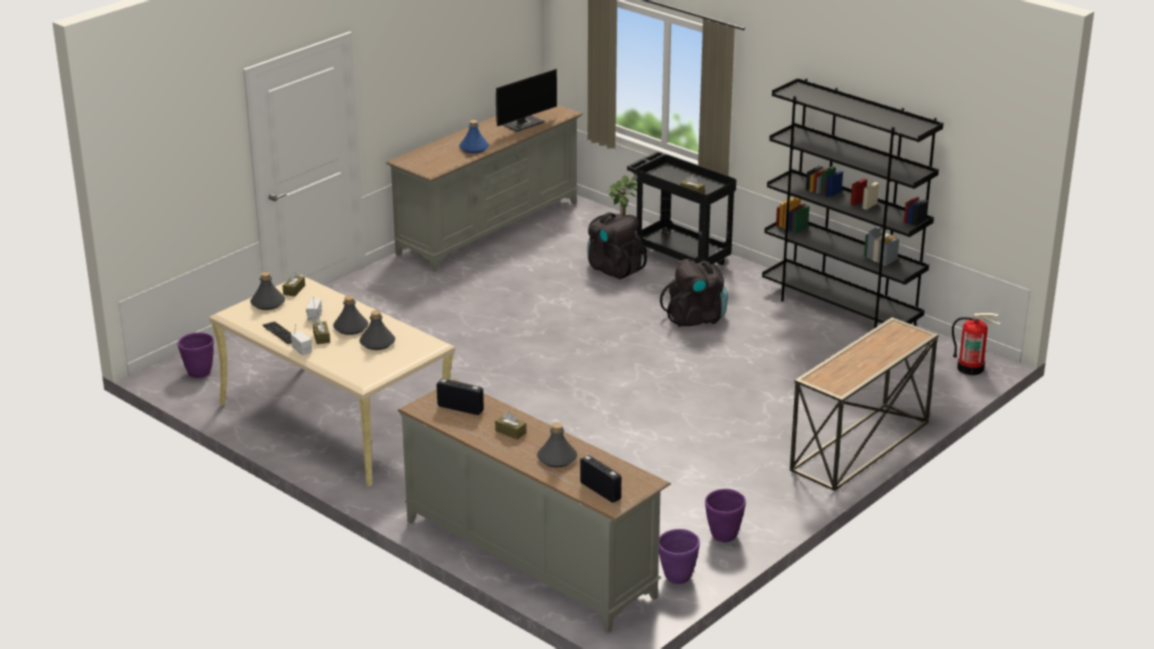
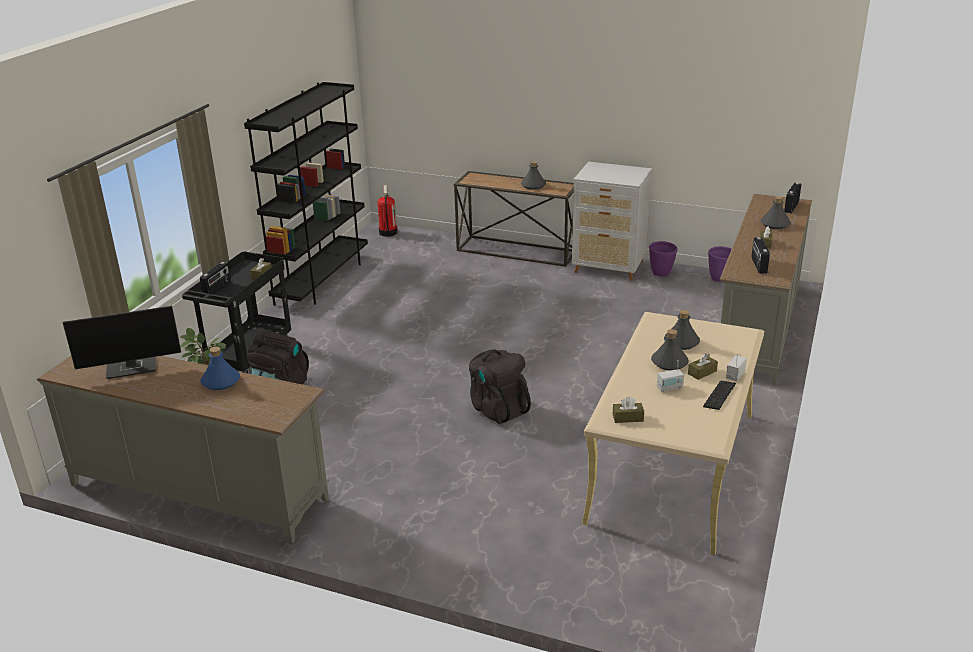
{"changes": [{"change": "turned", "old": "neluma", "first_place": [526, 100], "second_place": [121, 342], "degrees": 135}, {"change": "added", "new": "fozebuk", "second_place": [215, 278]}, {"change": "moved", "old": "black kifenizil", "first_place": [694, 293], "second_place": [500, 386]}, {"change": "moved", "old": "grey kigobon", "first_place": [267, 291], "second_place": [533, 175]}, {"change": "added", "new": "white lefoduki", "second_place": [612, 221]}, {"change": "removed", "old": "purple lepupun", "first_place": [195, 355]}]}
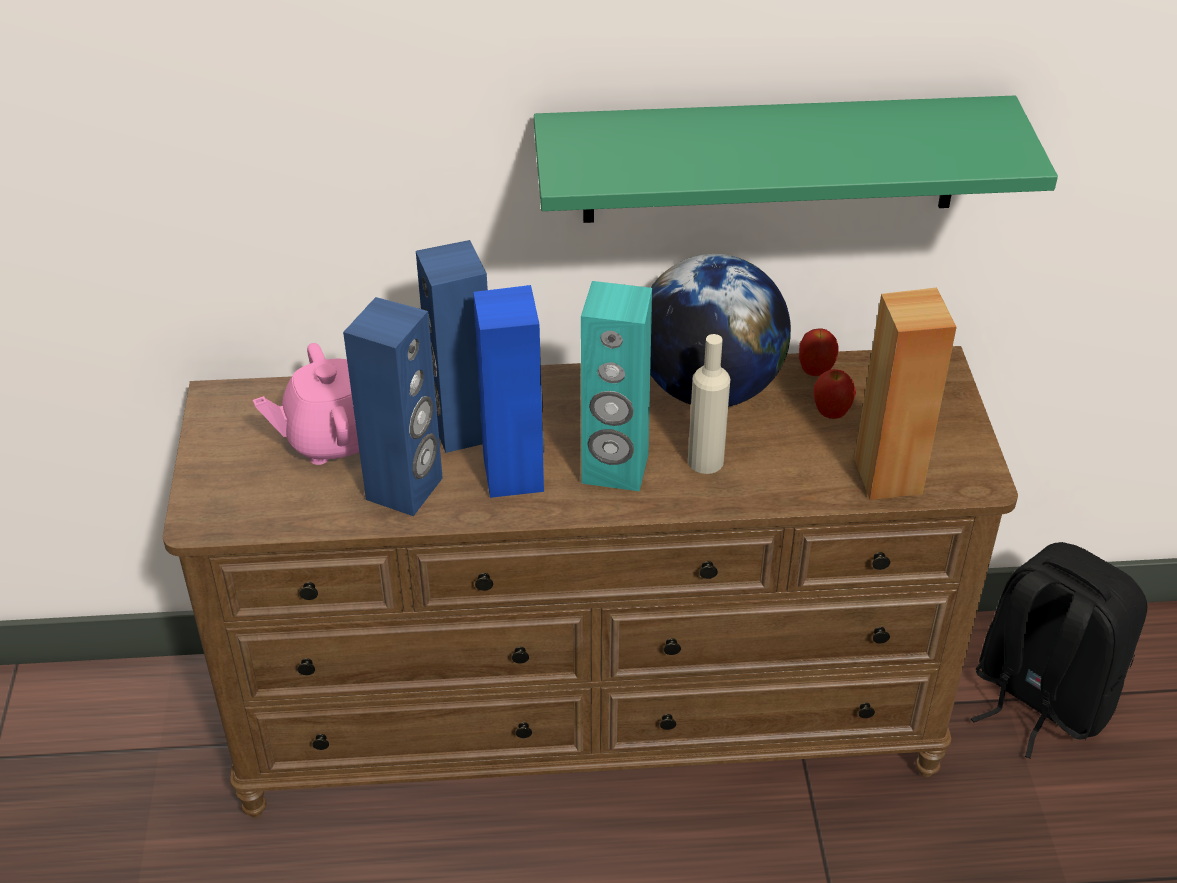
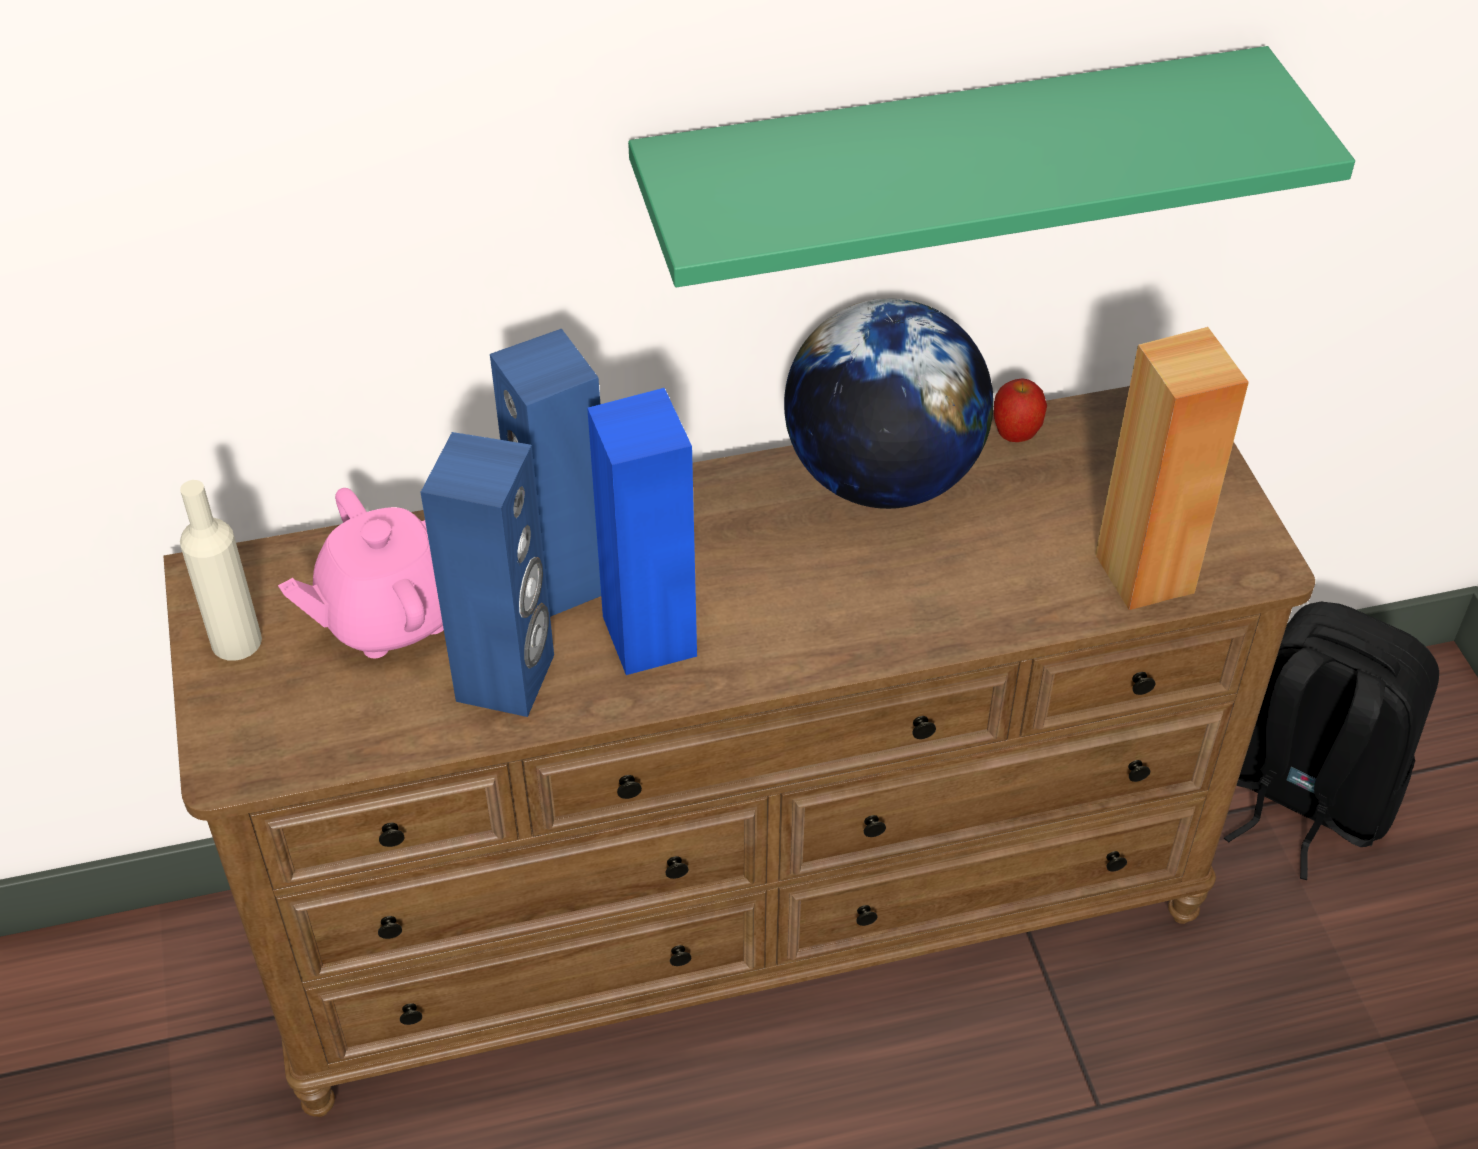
{"changes": [{"change": "moved", "old": "beige kigobon", "first_place": [709, 404], "second_place": [221, 570]}, {"change": "removed", "old": "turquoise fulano", "first_place": [616, 386]}, {"change": "removed", "old": "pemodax", "first_place": [835, 394]}]}
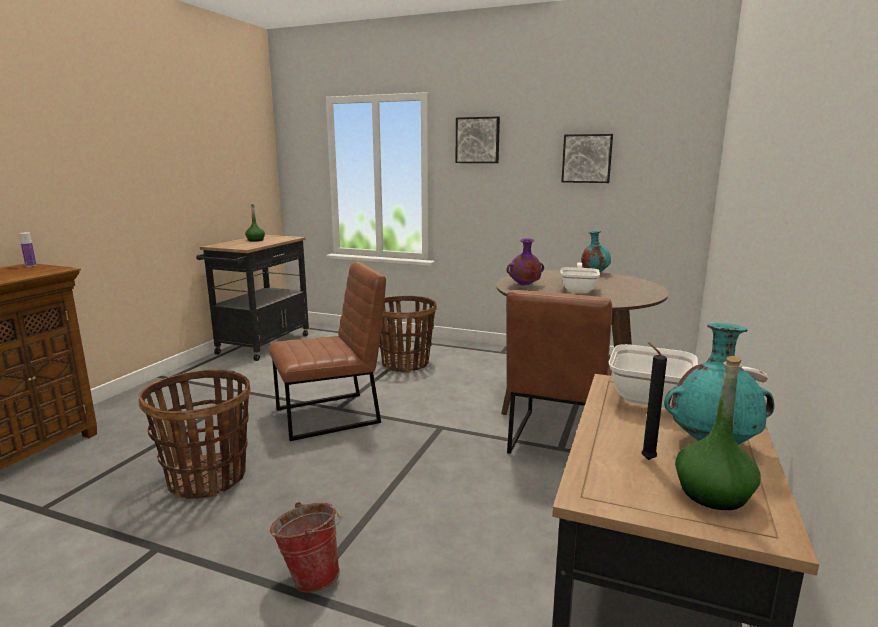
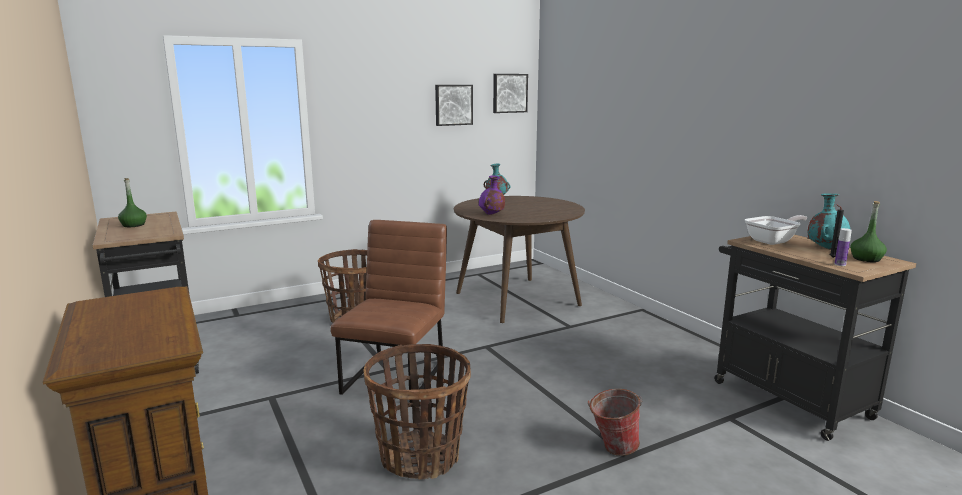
{"changes": [{"change": "moved", "old": "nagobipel", "first_place": [478, 140], "second_place": [510, 93]}, {"change": "moved", "old": "kigobon", "first_place": [27, 249], "second_place": [843, 247]}, {"change": "removed", "old": "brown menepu", "first_place": [559, 372]}, {"change": "removed", "old": "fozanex", "first_place": [580, 277]}]}
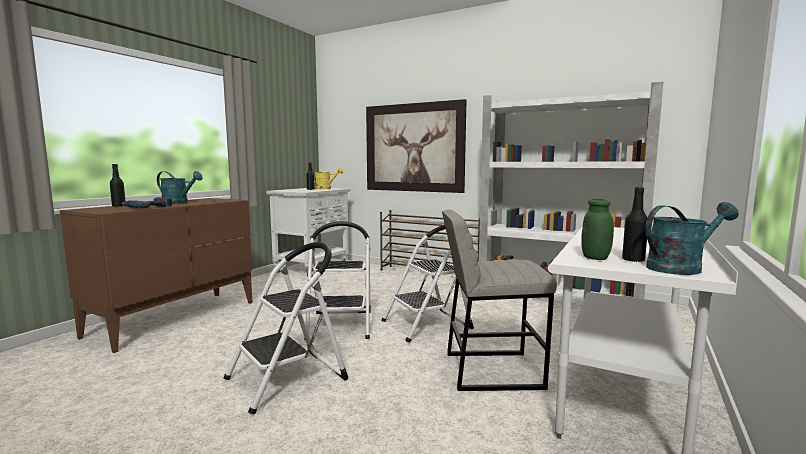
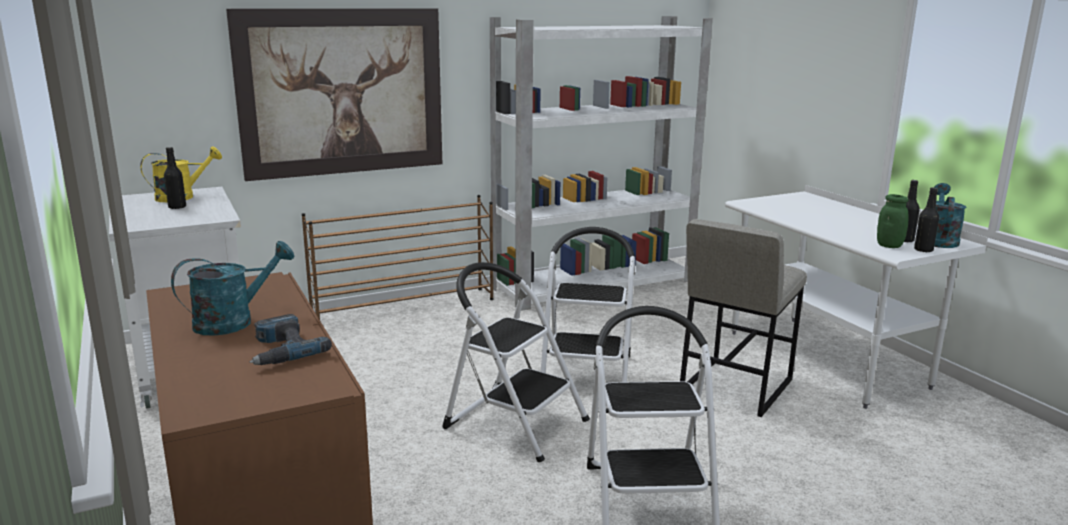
{"changes": [{"change": "moved", "old": "black kigobon", "first_place": [117, 185], "second_place": [926, 220]}]}
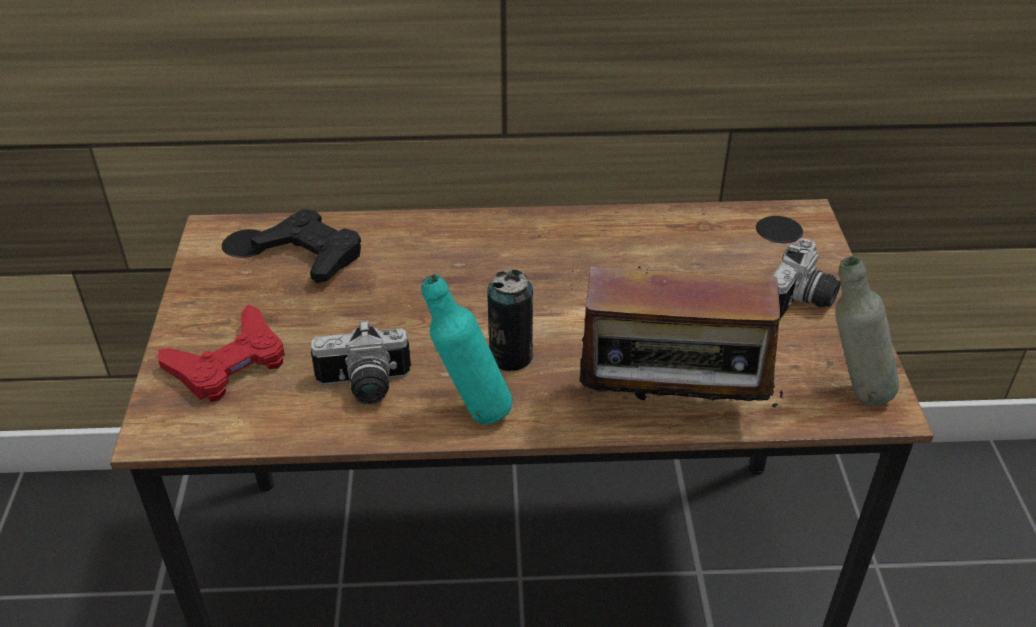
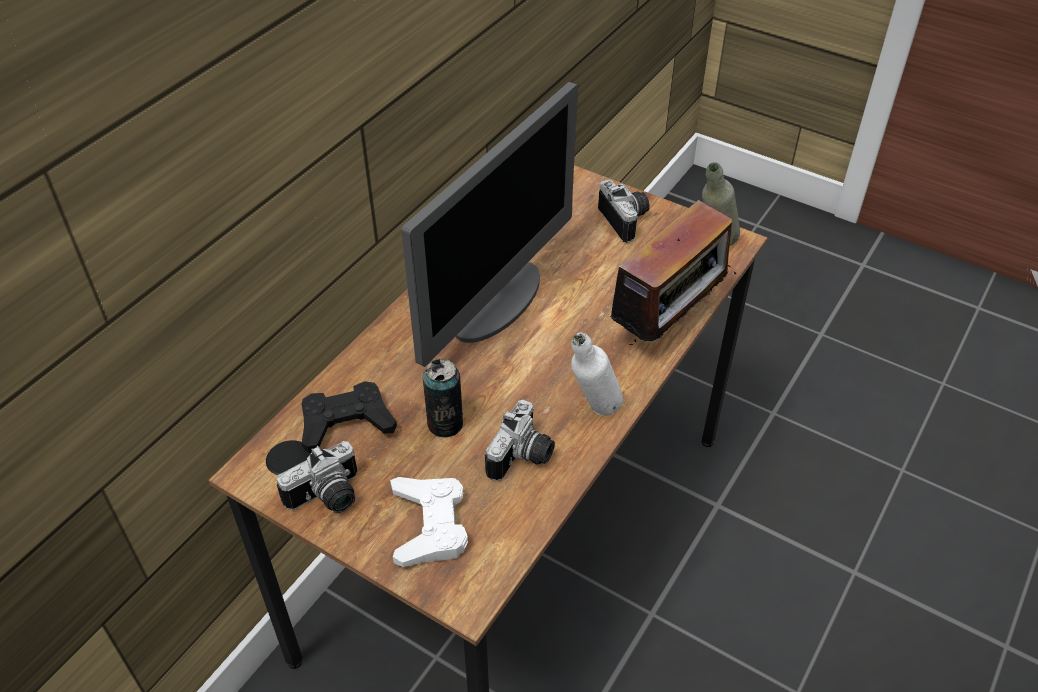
{"changes": [{"change": "added", "new": "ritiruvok", "second_place": [317, 477]}, {"change": "recoloured", "old": "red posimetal", "new": "white posimetal", "first_place": [221, 353], "second_place": [429, 522]}, {"change": "added", "new": "neluma", "second_place": [489, 224]}, {"change": "moved", "old": "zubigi", "first_place": [510, 320], "second_place": [443, 398]}, {"change": "recoloured", "old": "turquoise kigobon", "new": "white kigobon", "first_place": [466, 349], "second_place": [597, 374]}]}
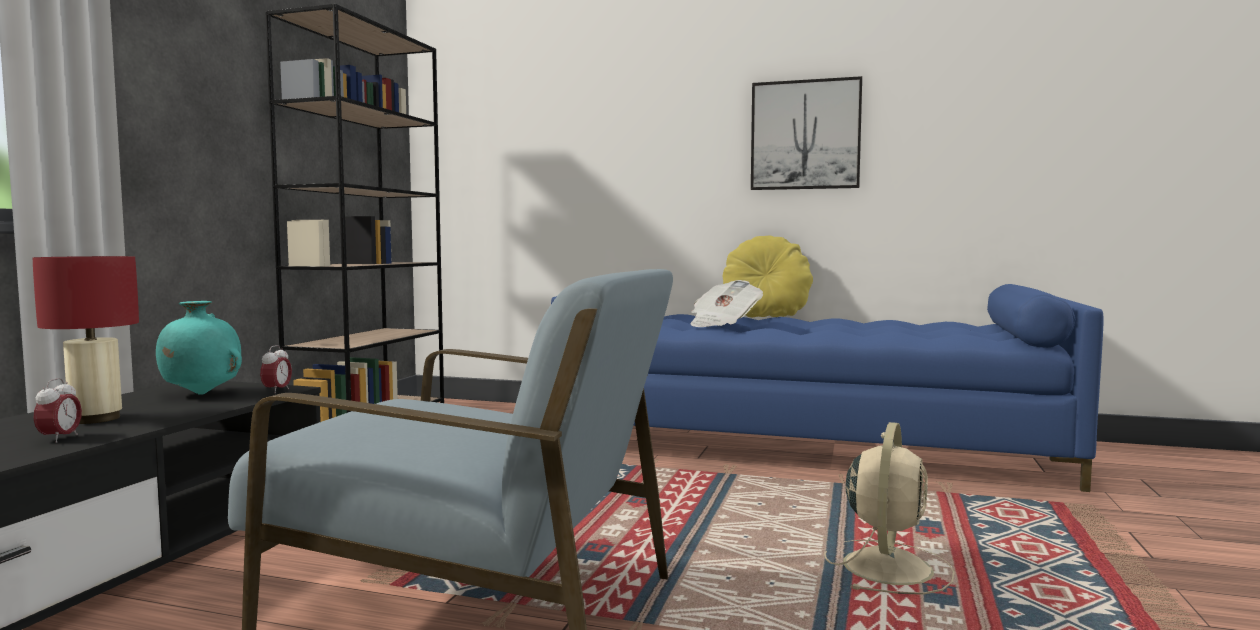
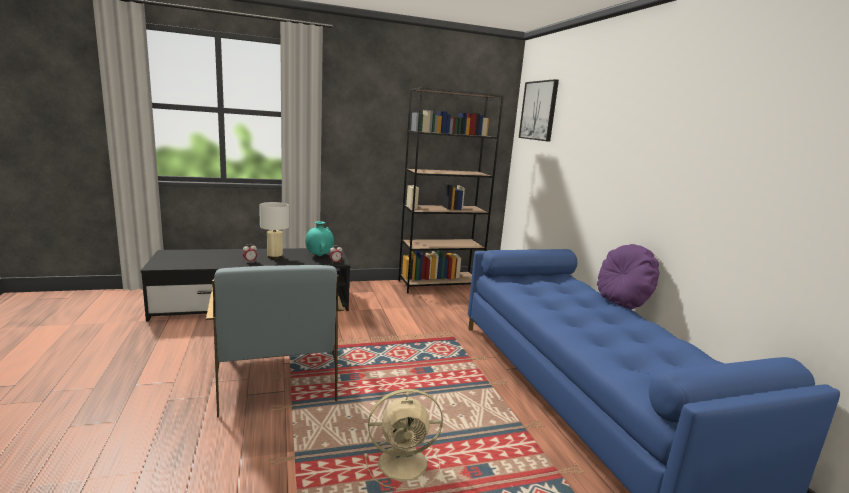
{"changes": [{"change": "recoloured", "old": "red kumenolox", "new": "white kumenolox", "first_place": [86, 340], "second_place": [274, 230]}, {"change": "moved", "old": "nagobipel", "first_place": [806, 133], "second_place": [539, 110]}, {"change": "recoloured", "old": "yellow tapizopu", "new": "purple tapizopu", "first_place": [768, 276], "second_place": [628, 276]}, {"change": "removed", "old": "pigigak", "first_place": [726, 303]}]}
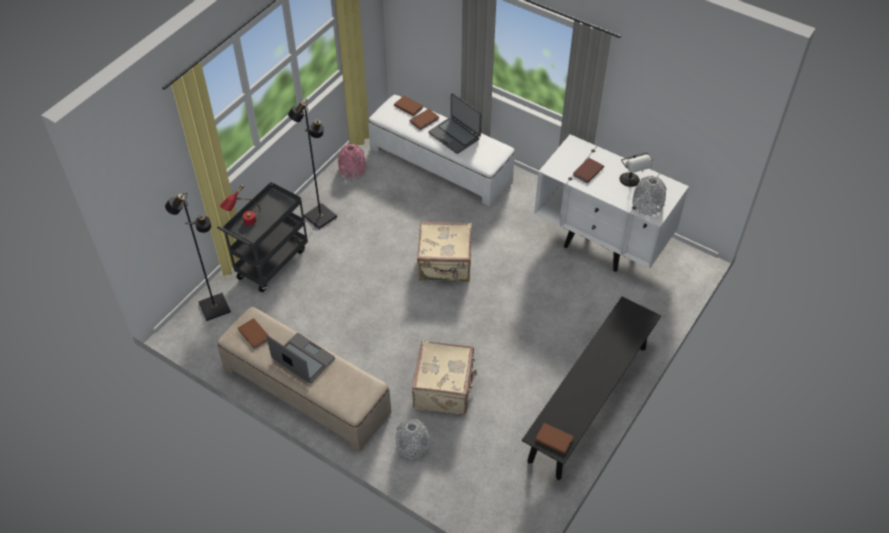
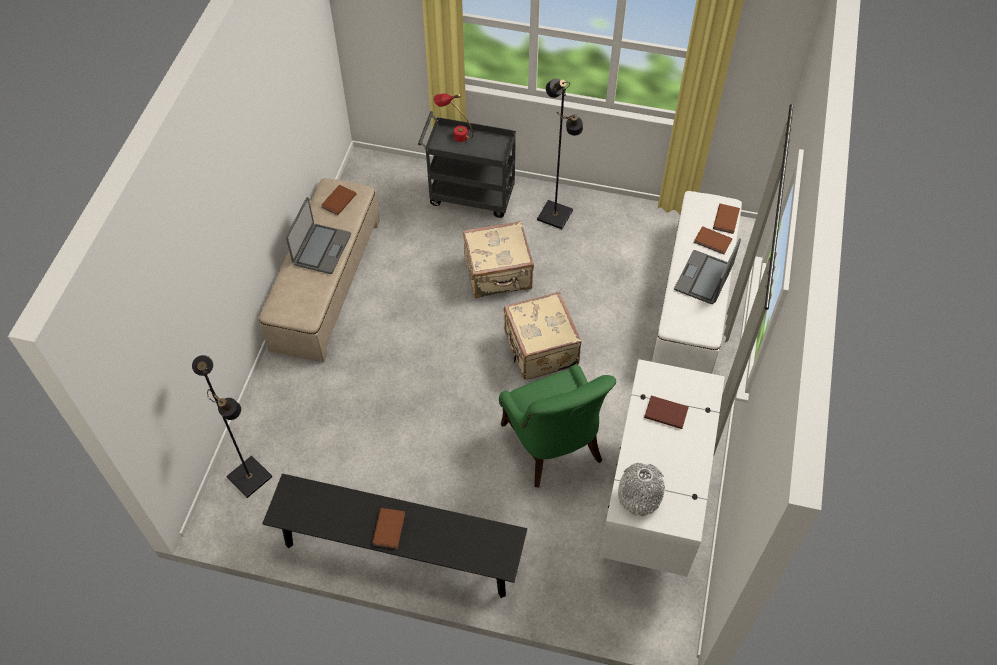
{"changes": [{"change": "moved", "old": "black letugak", "first_place": [198, 257], "second_place": [232, 426]}, {"change": "moved", "old": "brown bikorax", "first_place": [554, 438], "second_place": [388, 528]}, {"change": "moved", "old": "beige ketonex", "first_place": [444, 377], "second_place": [498, 259]}, {"change": "added", "new": "green menepu", "second_place": [557, 426]}, {"change": "removed", "old": "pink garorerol", "first_place": [351, 161]}, {"change": "removed", "old": "grey garorerol", "first_place": [412, 439]}, {"change": "removed", "old": "kumenolox", "first_place": [636, 170]}]}
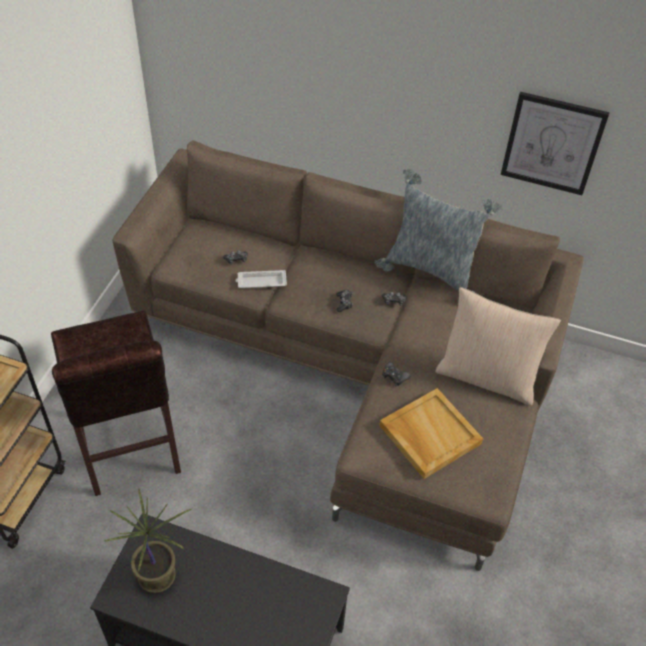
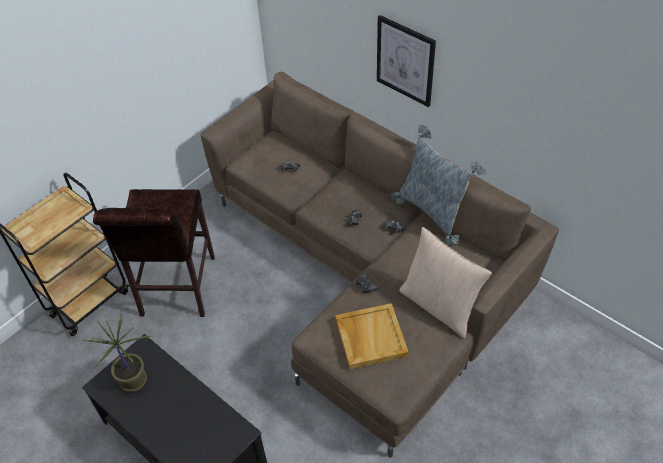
{"changes": [{"change": "moved", "old": "nagobipel", "first_place": [555, 143], "second_place": [406, 61]}, {"change": "removed", "old": "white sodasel", "first_place": [261, 279]}]}
